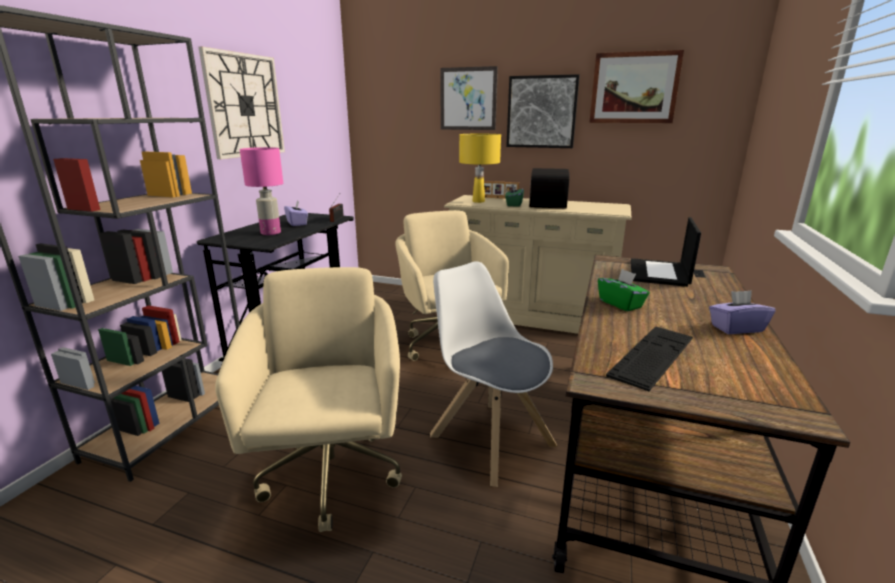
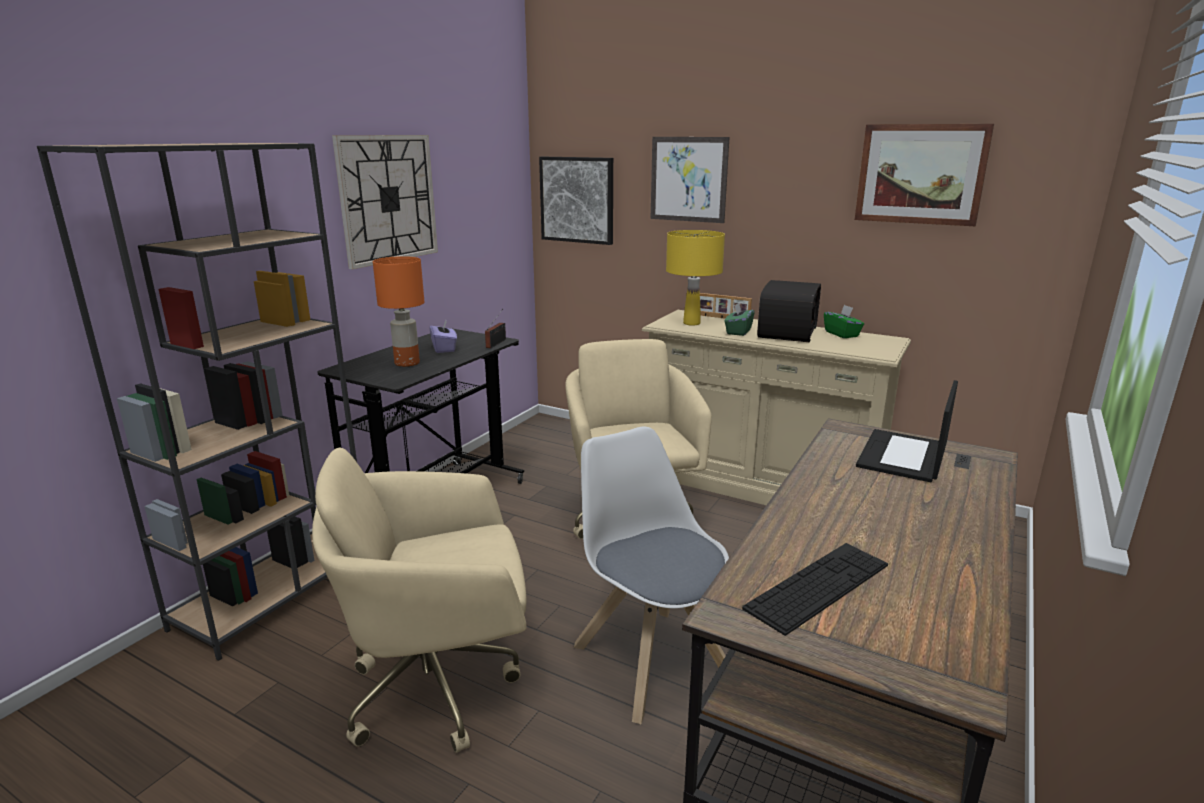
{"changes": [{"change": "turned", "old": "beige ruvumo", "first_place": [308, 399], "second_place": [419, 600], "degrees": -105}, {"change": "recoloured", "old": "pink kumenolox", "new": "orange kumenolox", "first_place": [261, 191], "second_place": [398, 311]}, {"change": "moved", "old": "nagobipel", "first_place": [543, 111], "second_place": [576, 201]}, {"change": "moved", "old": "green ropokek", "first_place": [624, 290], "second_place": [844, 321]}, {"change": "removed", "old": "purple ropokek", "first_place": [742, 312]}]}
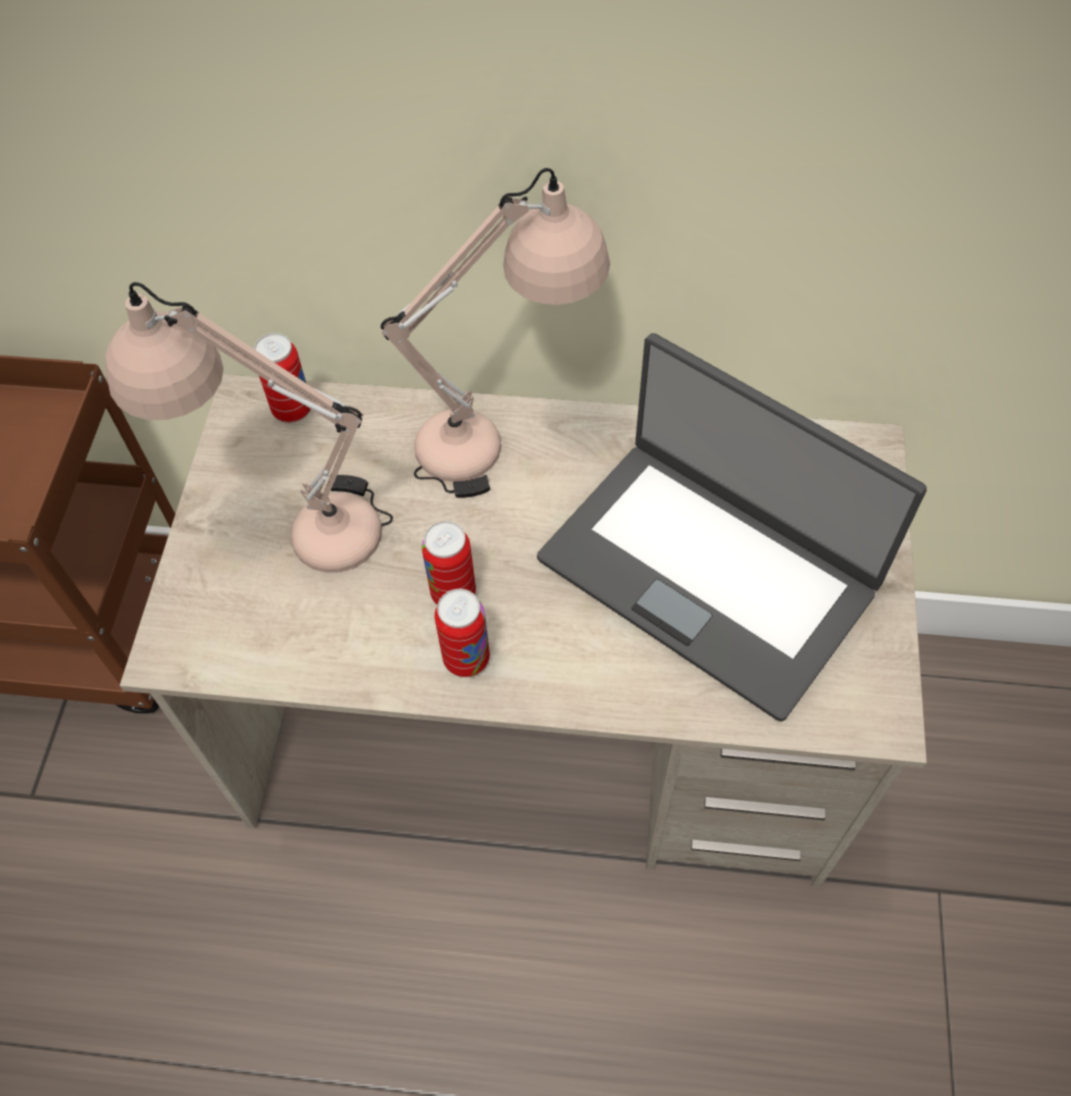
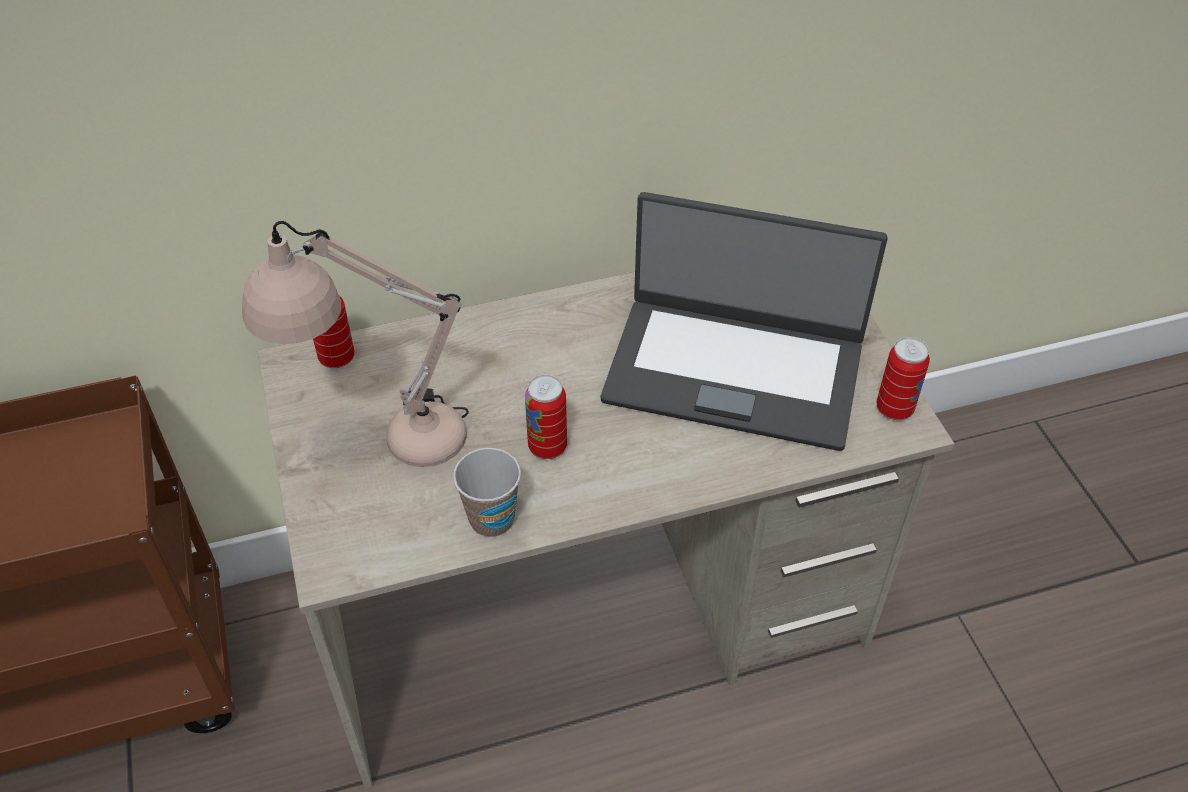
{"changes": [{"change": "added", "new": "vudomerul", "second_place": [487, 492]}, {"change": "moved", "old": "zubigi", "first_place": [462, 633], "second_place": [903, 378]}, {"change": "removed", "old": "beige kumenolox", "first_place": [495, 333]}]}
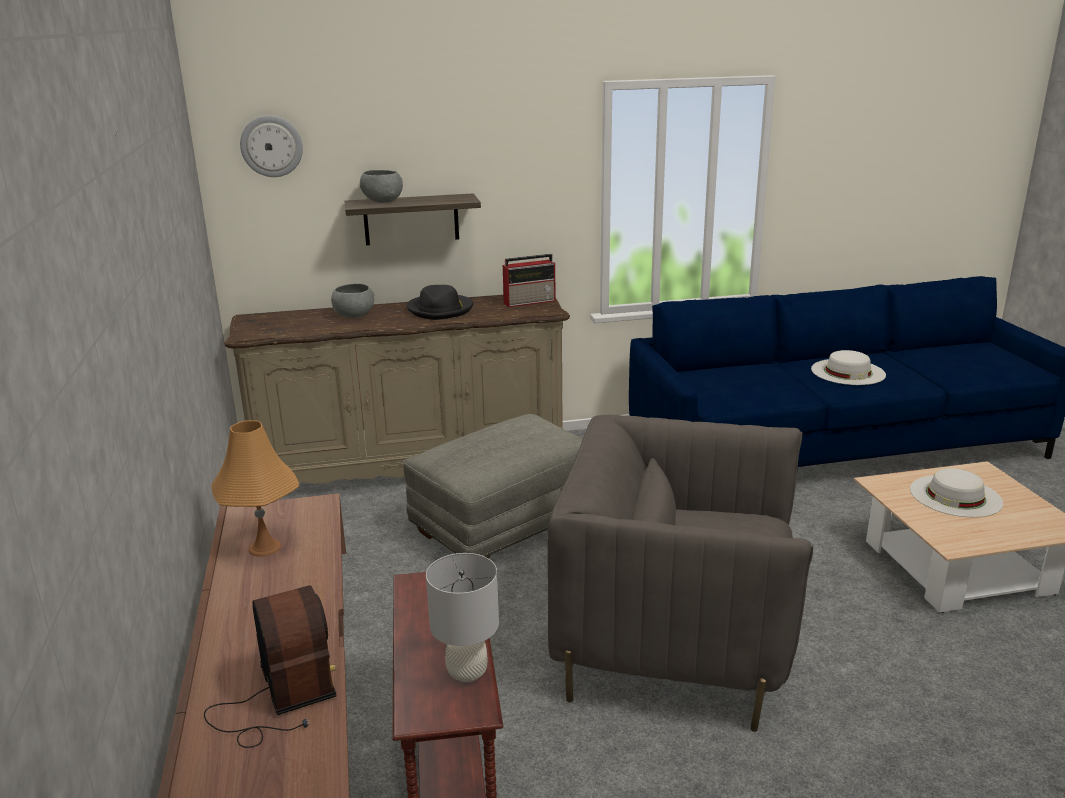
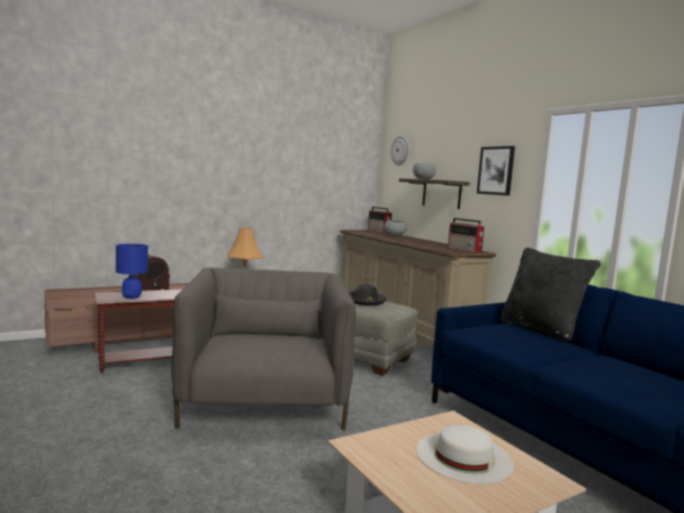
{"changes": [{"change": "recoloured", "old": "grey kumenolox", "new": "blue kumenolox", "first_place": [462, 617], "second_place": [132, 271]}, {"change": "moved", "old": "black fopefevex", "first_place": [440, 302], "second_place": [367, 294]}, {"change": "added", "new": "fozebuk", "second_place": [380, 220]}, {"change": "added", "new": "nagobipel", "second_place": [496, 171]}, {"change": "added", "new": "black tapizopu", "second_place": [550, 294]}, {"change": "removed", "old": "white fopefevex", "first_place": [848, 367]}]}
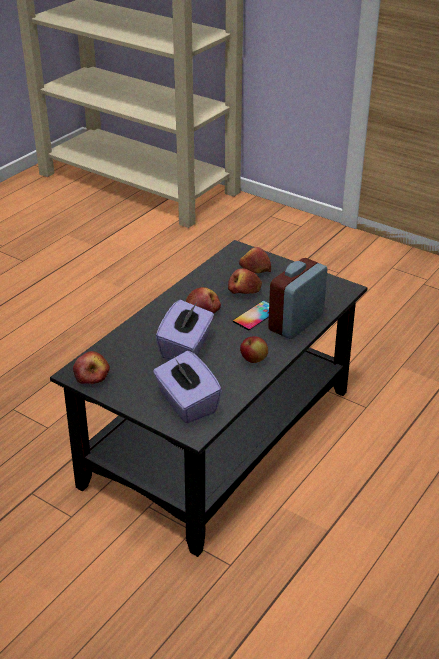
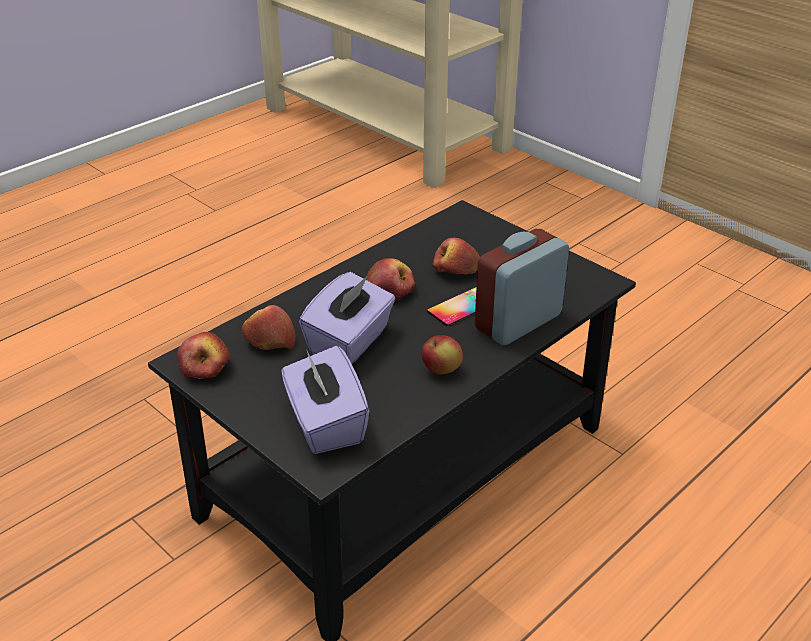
{"changes": [{"change": "moved", "old": "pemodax", "first_place": [255, 260], "second_place": [268, 327]}]}
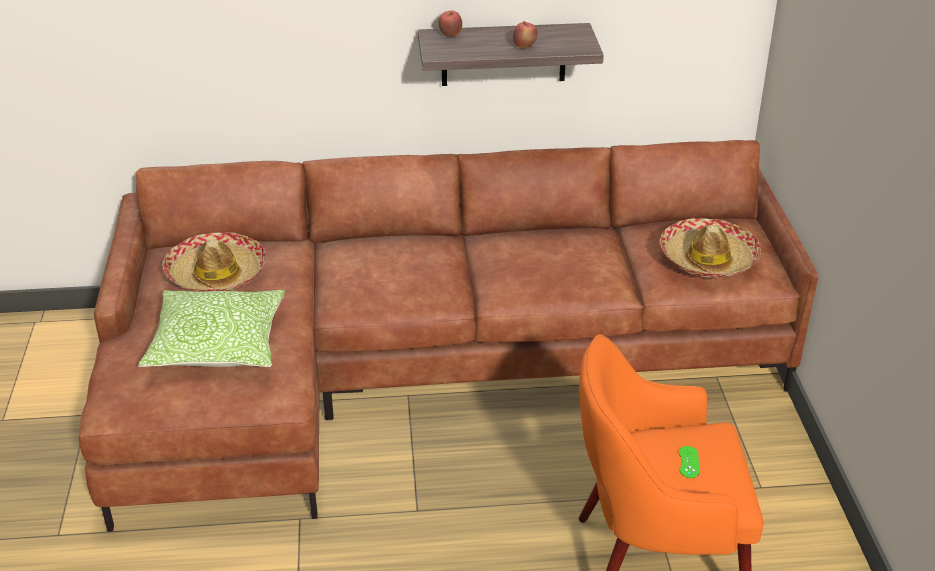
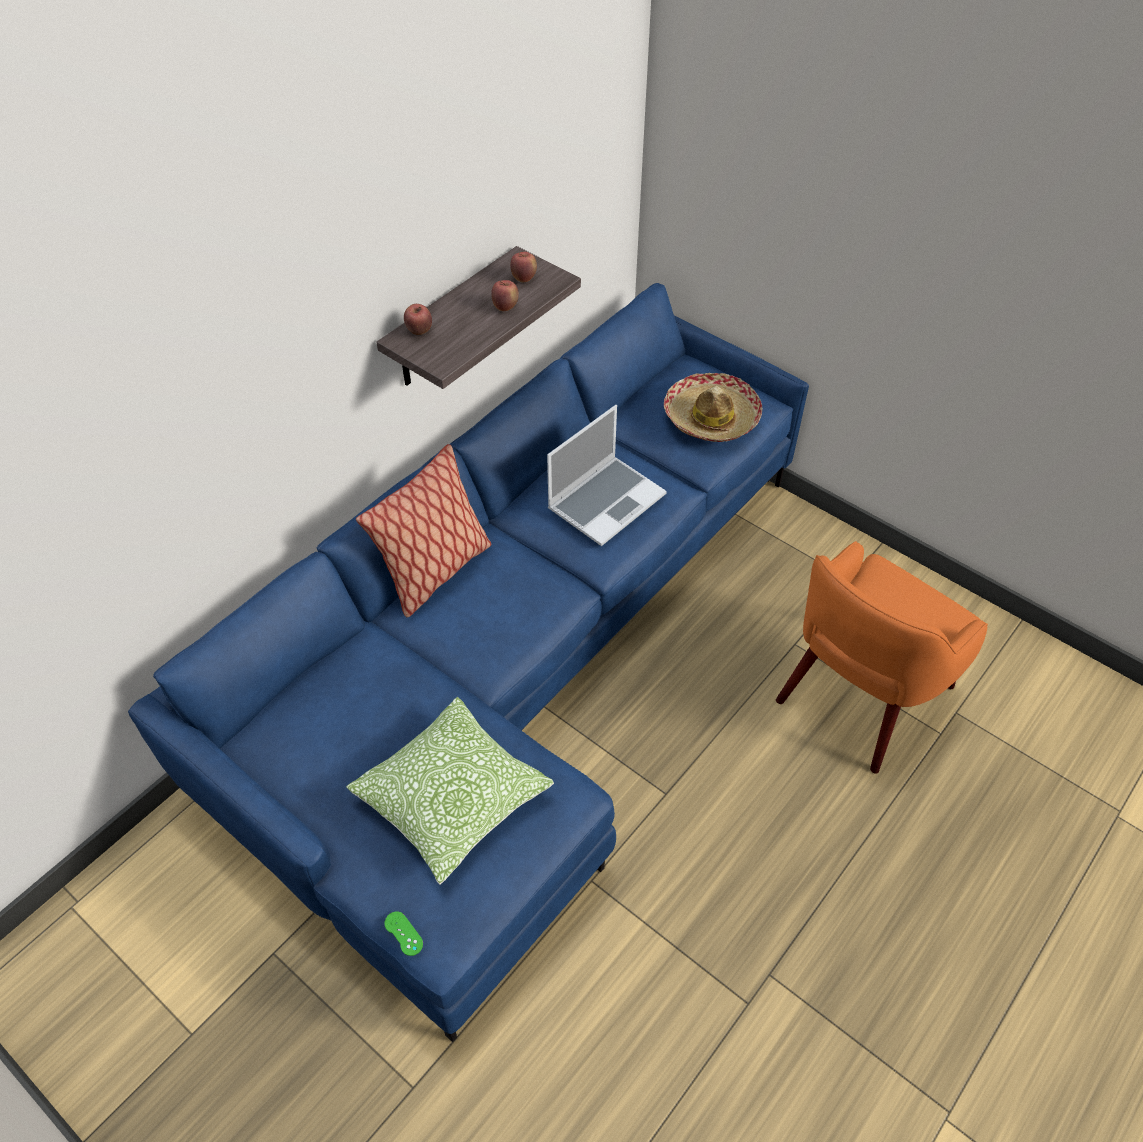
{"changes": [{"change": "recoloured", "old": "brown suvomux", "new": "blue suvomux", "first_place": [448, 336], "second_place": [468, 662]}, {"change": "added", "new": "tapizopu", "second_place": [423, 530]}, {"change": "moved", "old": "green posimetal", "first_place": [689, 462], "second_place": [403, 933]}, {"change": "added", "new": "pemodax", "second_place": [523, 267]}, {"change": "added", "new": "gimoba", "second_place": [607, 475]}, {"change": "removed", "old": "fopefevex", "first_place": [214, 262]}]}
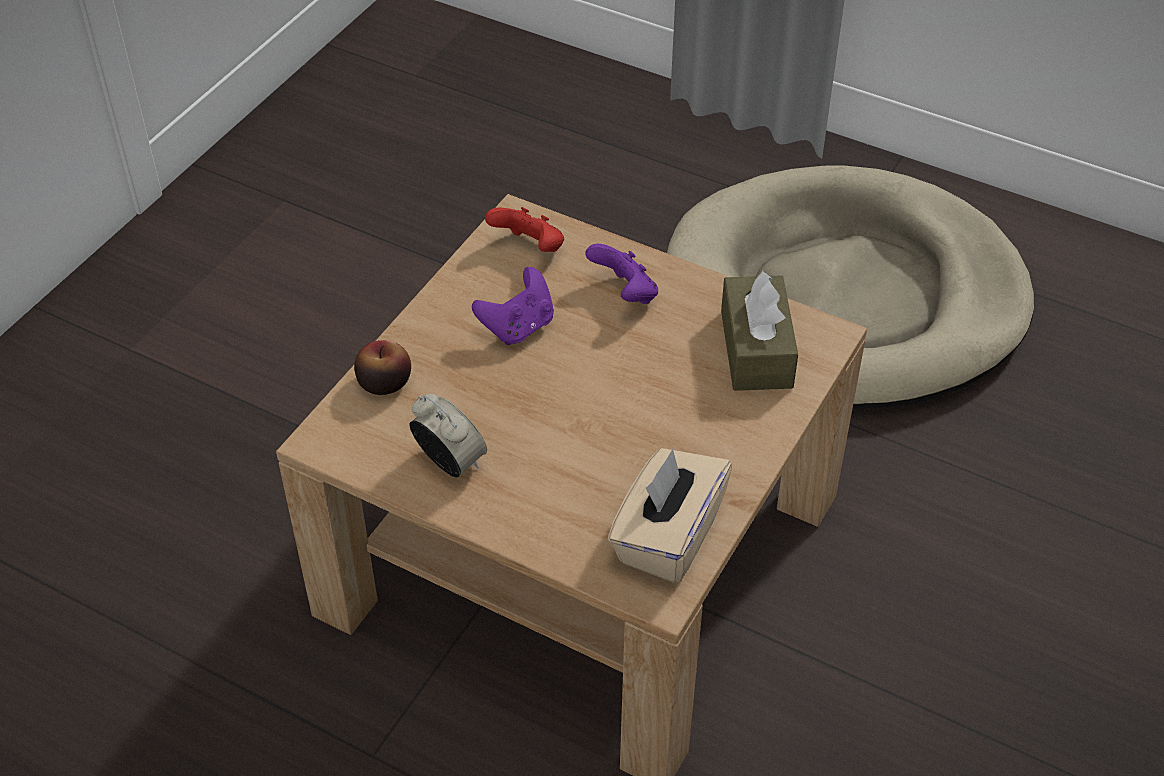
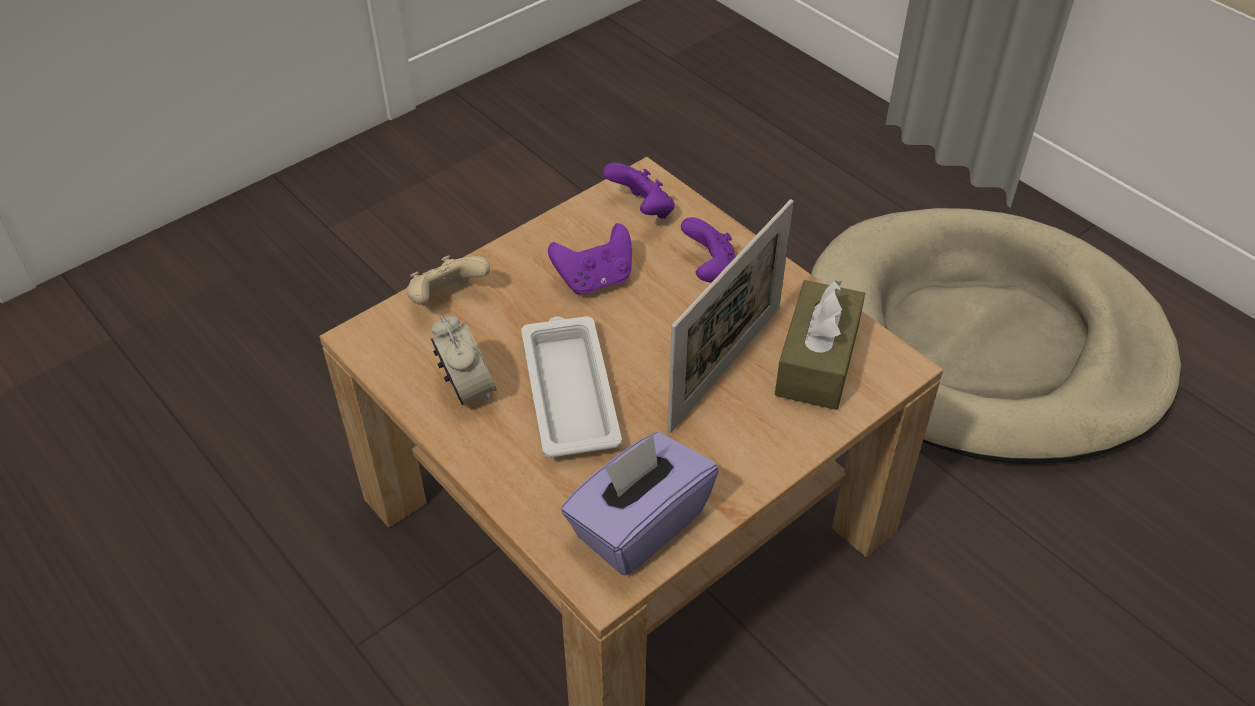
{"changes": [{"change": "replaced", "old": "pemodax", "new": "beige posimetal", "first_place": [382, 367], "second_place": [448, 280]}, {"change": "added", "new": "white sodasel", "second_place": [571, 387]}, {"change": "recoloured", "old": "beige ropokek", "new": "purple ropokek", "first_place": [670, 515], "second_place": [640, 504]}, {"change": "recoloured", "old": "red posimetal", "new": "purple posimetal", "first_place": [524, 229], "second_place": [639, 190]}, {"change": "added", "new": "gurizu", "second_place": [730, 316]}]}
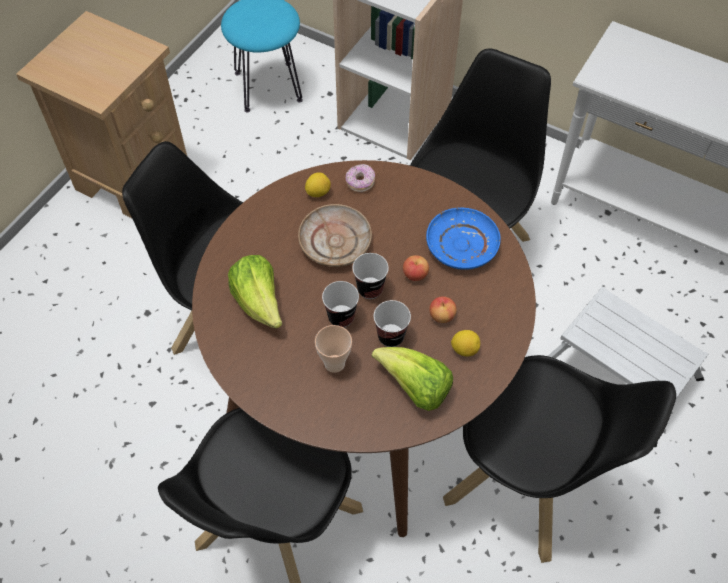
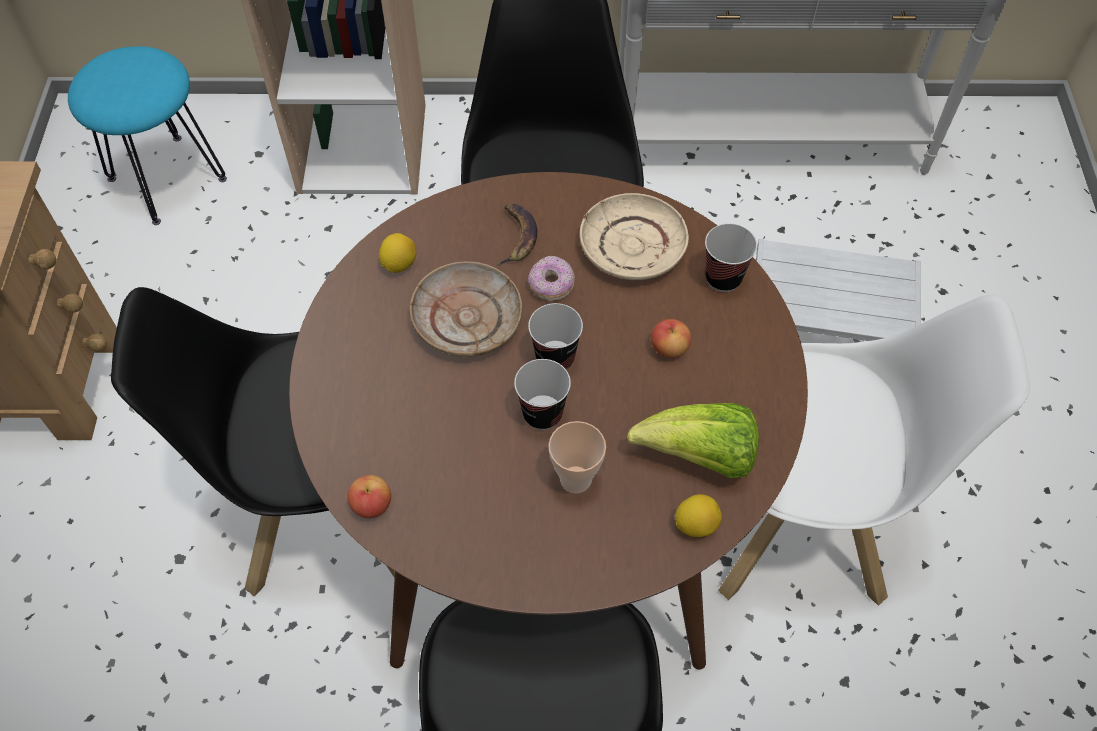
{"changes": [{"change": "moved", "old": "pemodax", "first_place": [416, 268], "second_place": [369, 496]}, {"change": "added", "new": "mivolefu", "second_place": [516, 235]}, {"change": "moved", "old": "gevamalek", "first_place": [360, 178], "second_place": [551, 278]}, {"change": "recoloured", "old": "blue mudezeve", "new": "beige mudezeve", "first_place": [463, 239], "second_place": [634, 236]}, {"change": "moved", "old": "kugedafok", "first_place": [465, 343], "second_place": [698, 515]}, {"change": "moved", "old": "vudomerul", "first_place": [392, 323], "second_place": [731, 257]}, {"change": "recoloured", "old": "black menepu", "new": "white menepu", "first_place": [559, 459], "second_place": [874, 450]}, {"change": "removed", "old": "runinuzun", "first_place": [255, 292]}]}
